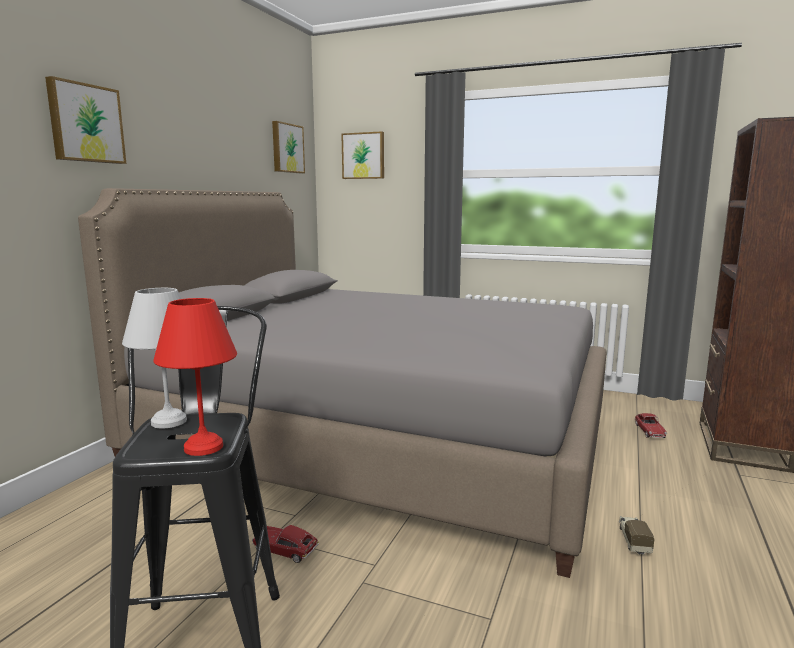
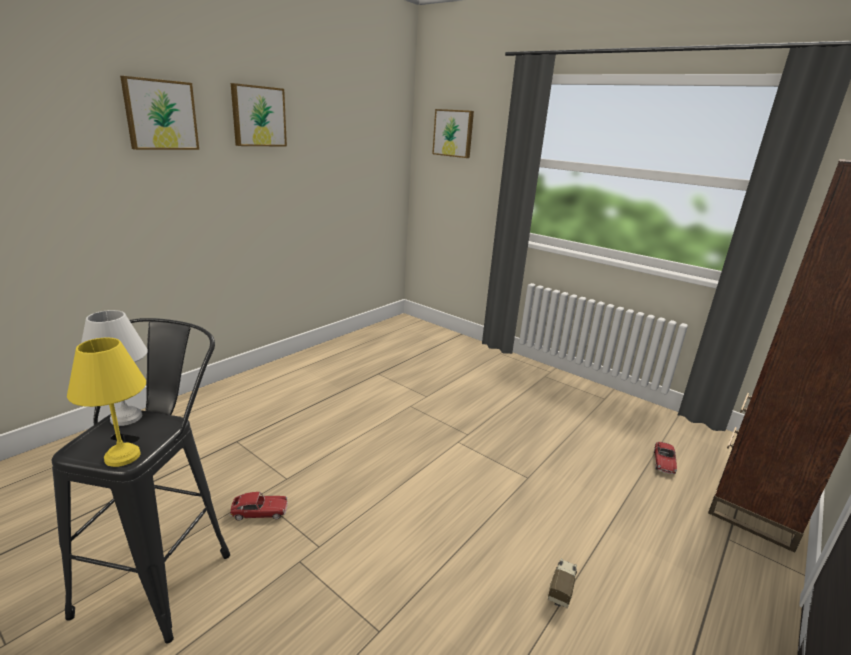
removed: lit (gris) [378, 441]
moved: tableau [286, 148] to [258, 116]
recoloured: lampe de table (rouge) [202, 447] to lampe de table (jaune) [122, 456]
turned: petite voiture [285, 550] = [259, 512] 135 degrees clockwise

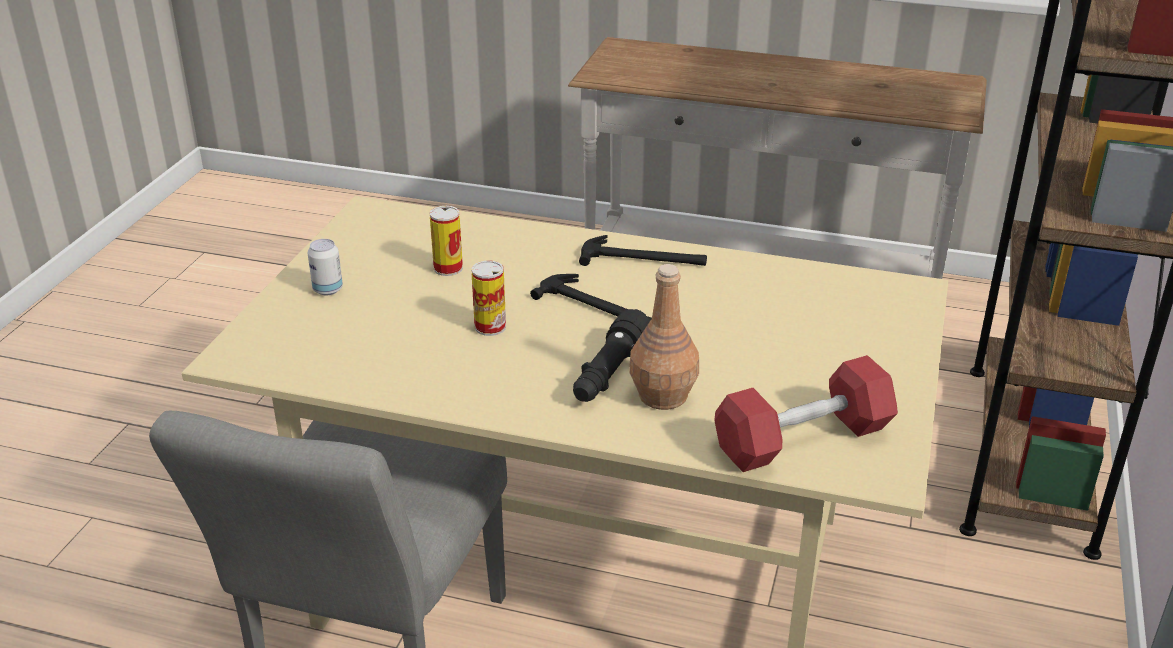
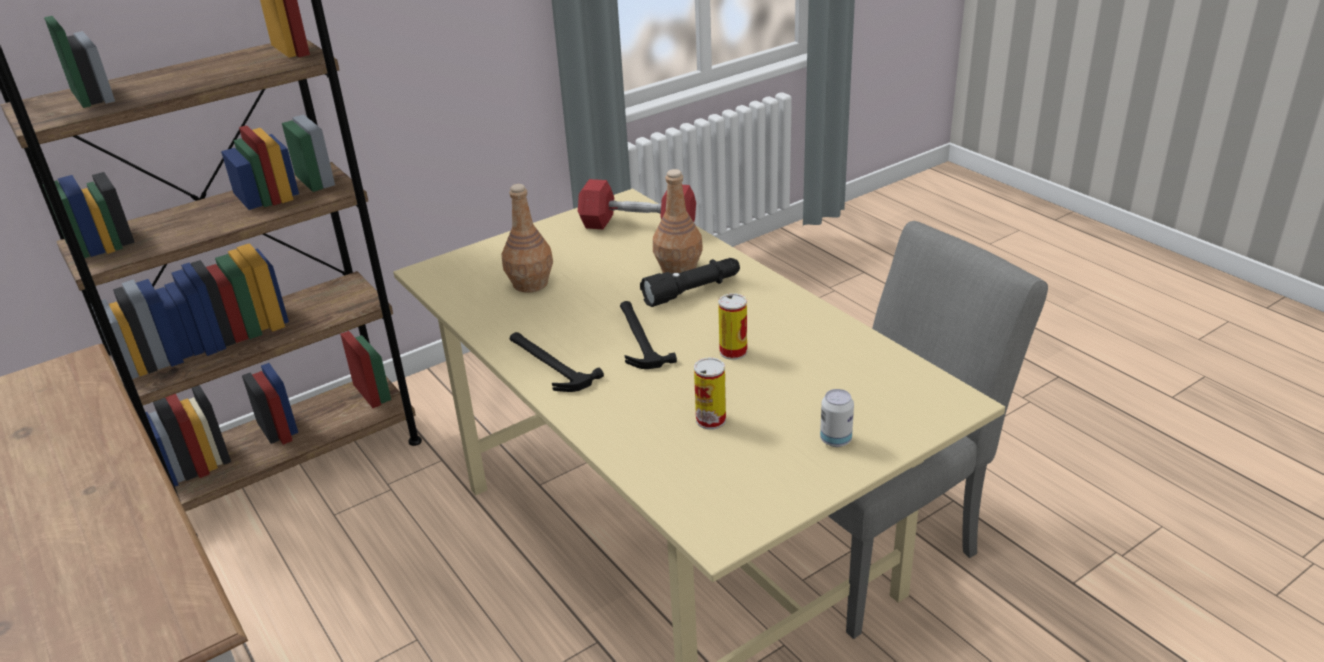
added: bouteille (marron) [531, 283]

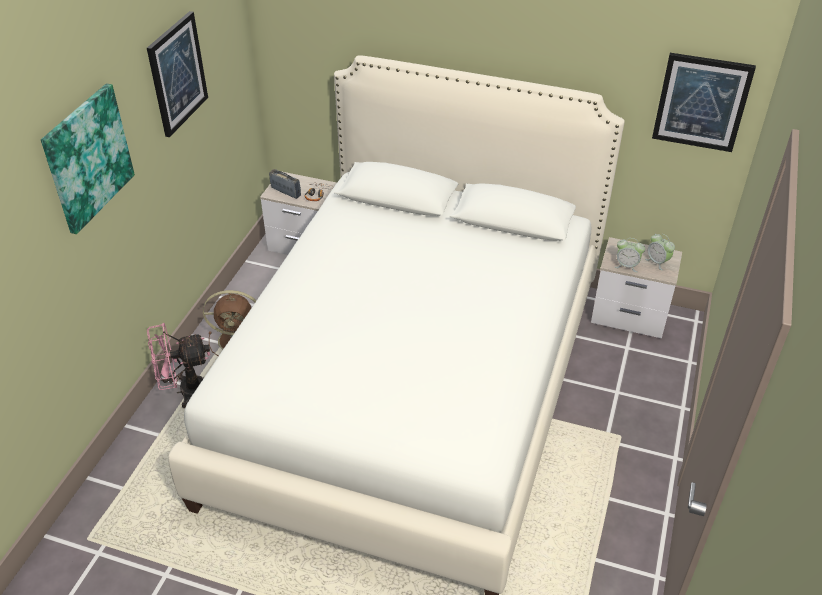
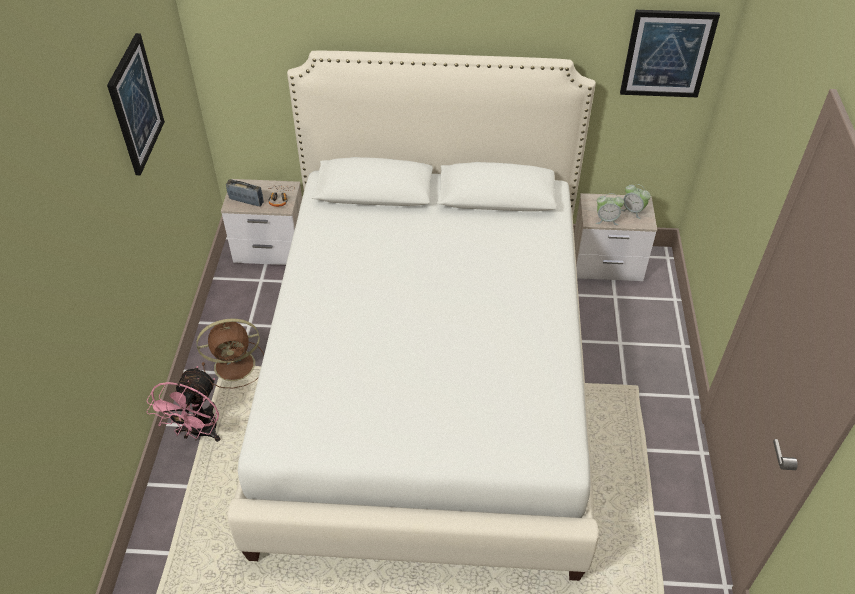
removed: tableau [87, 157]
turned: ventilateur (rose) [185, 391] = [199, 433] 45 degrees counterclockwise

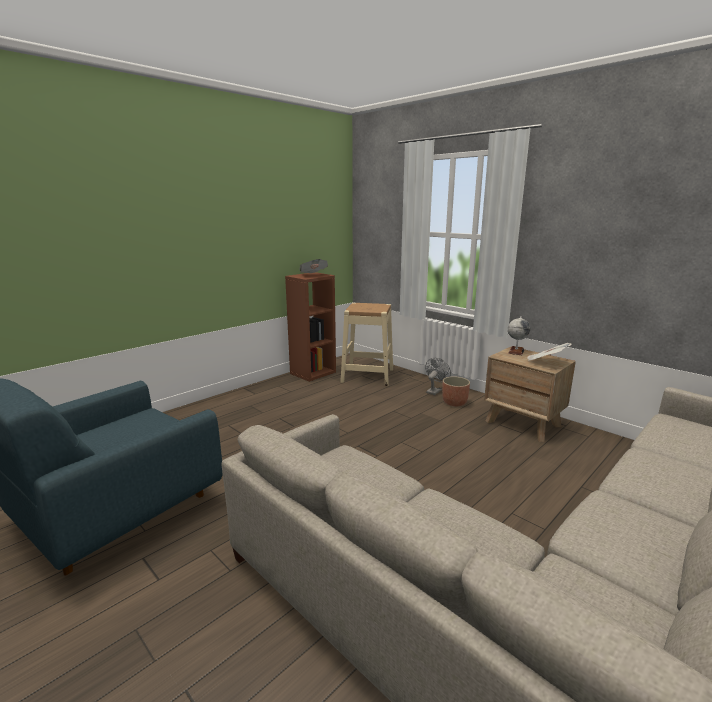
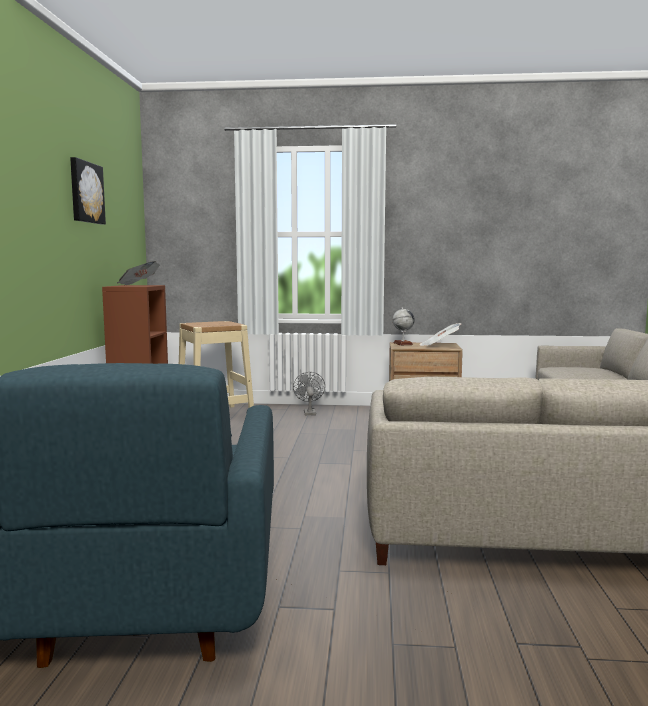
removed: cache-pot [454, 402]
added: tableau [85, 192]

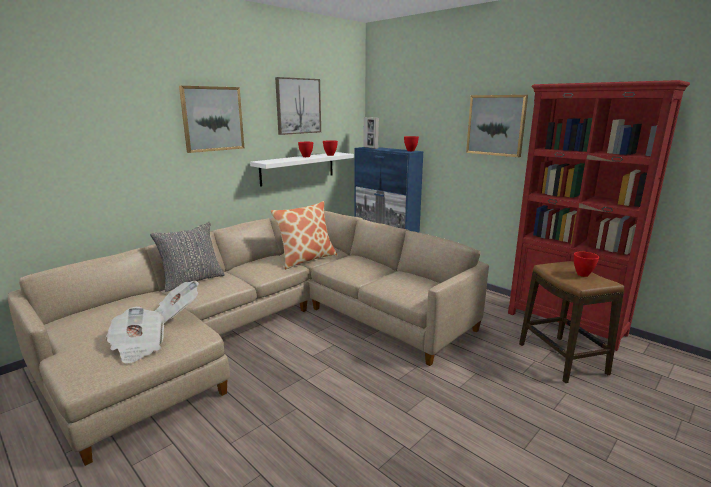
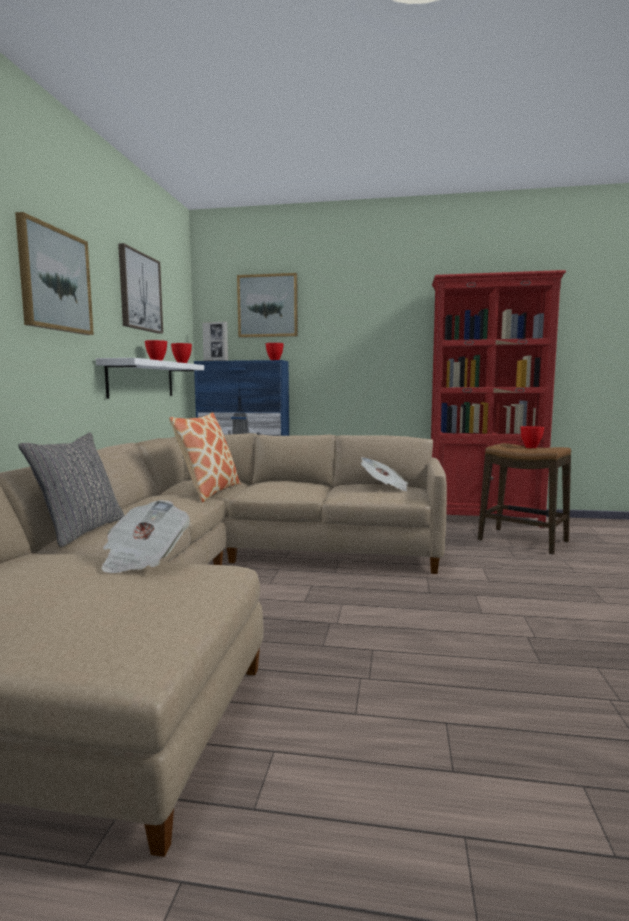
moved: tableau [496, 125] to [268, 306]; journal [138, 347] to [385, 487]

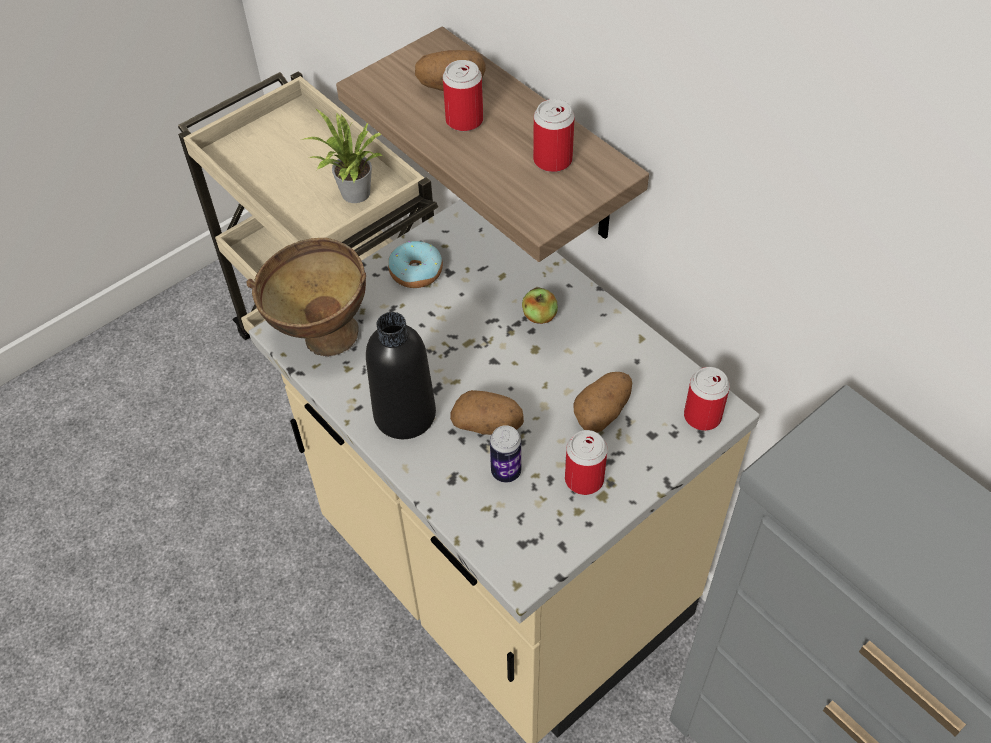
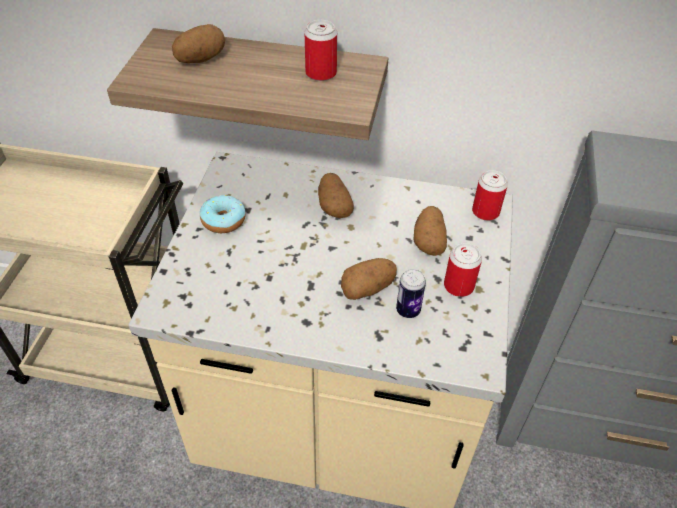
removed: boîte métallique [464, 120]; plante en pot [353, 195]; bol (marron) [319, 336]; bouteille (noir) [405, 414]
replaced: pomme [539, 316] to pomme de terre [334, 206]

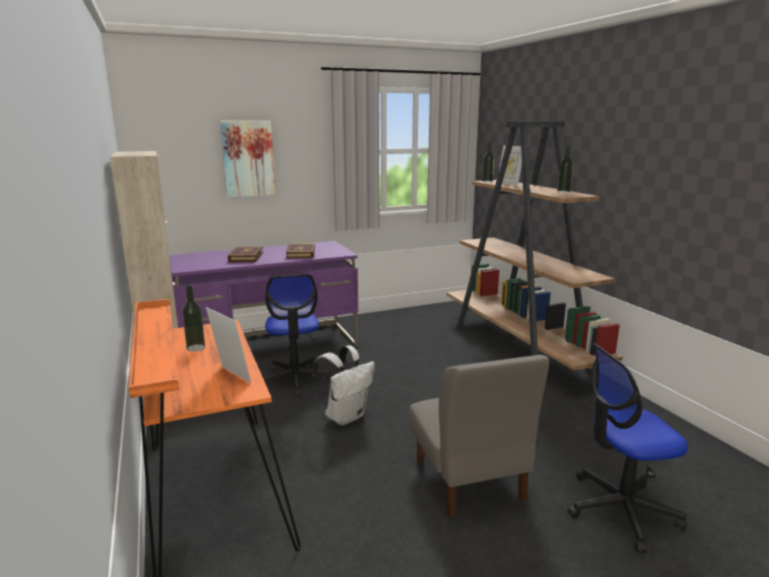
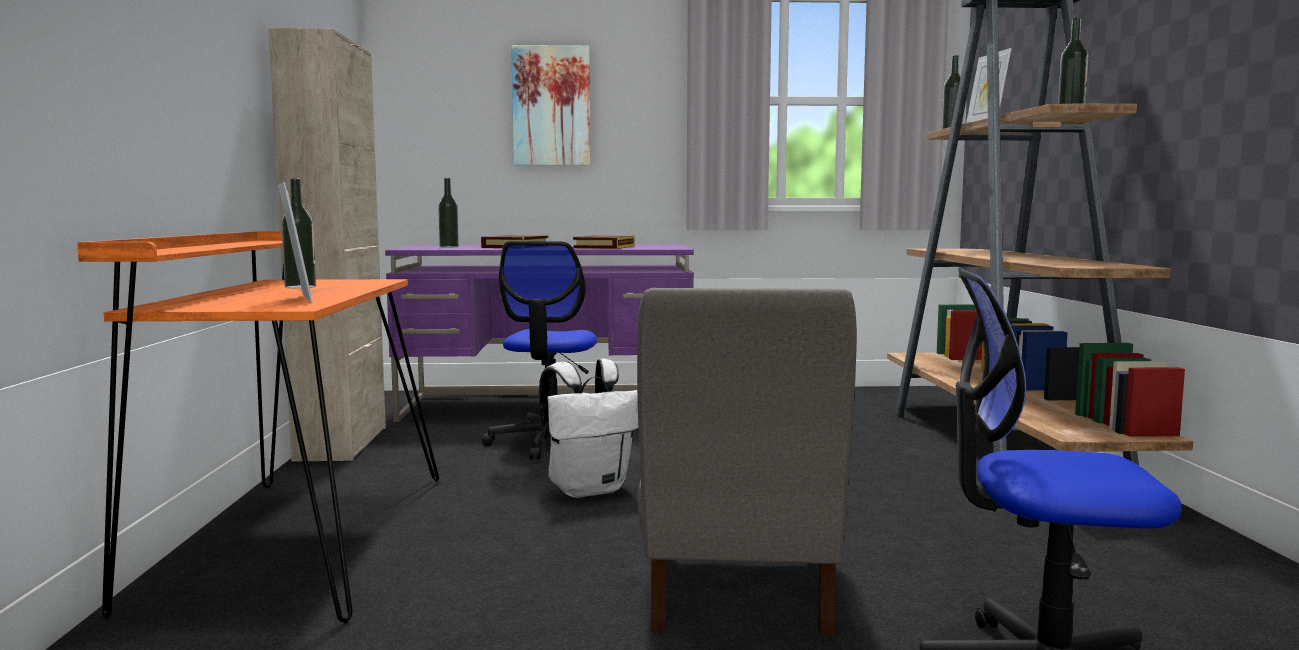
added: bouteille [449, 247]

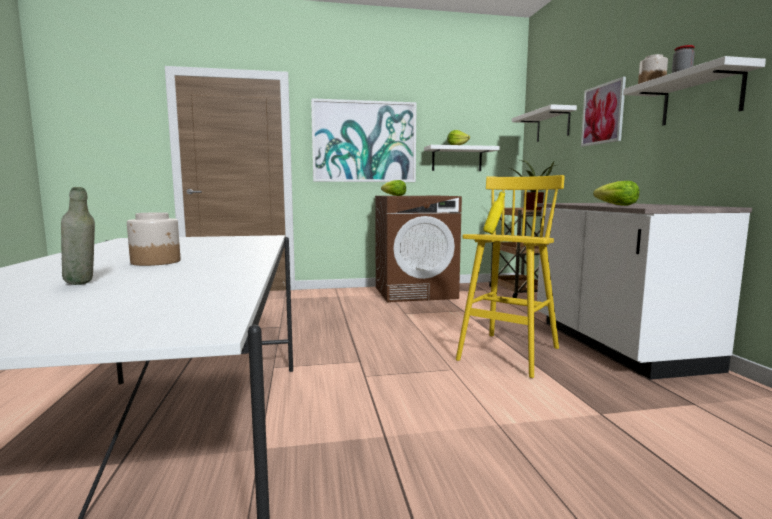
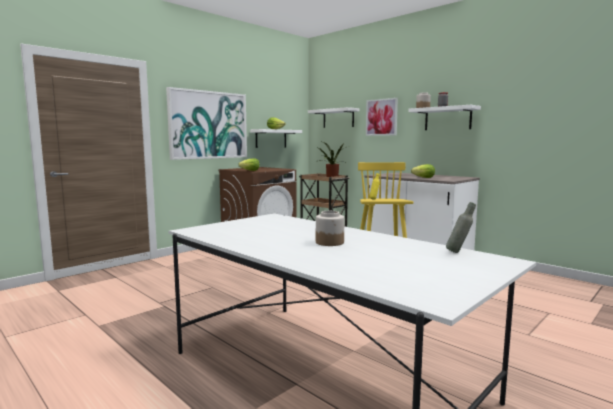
moved: bouteille (gris) [82, 285] to [459, 252]

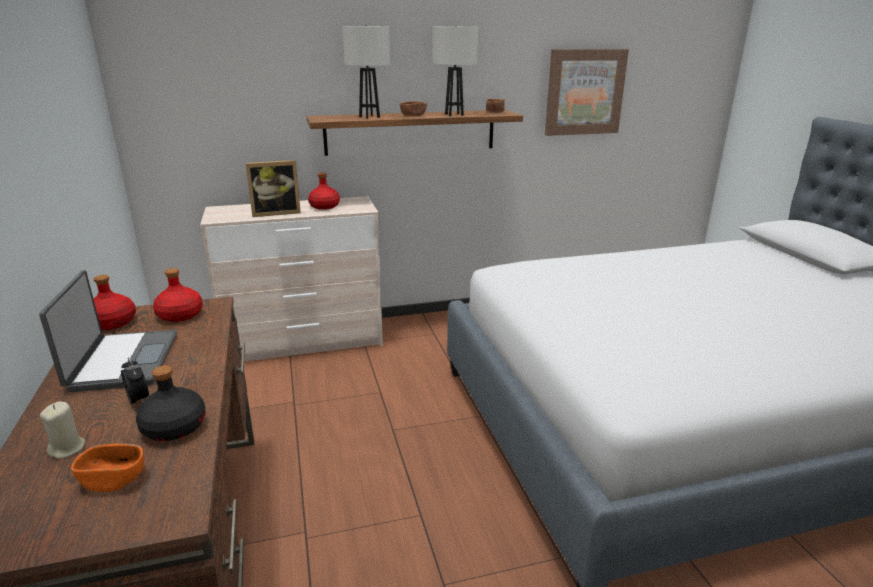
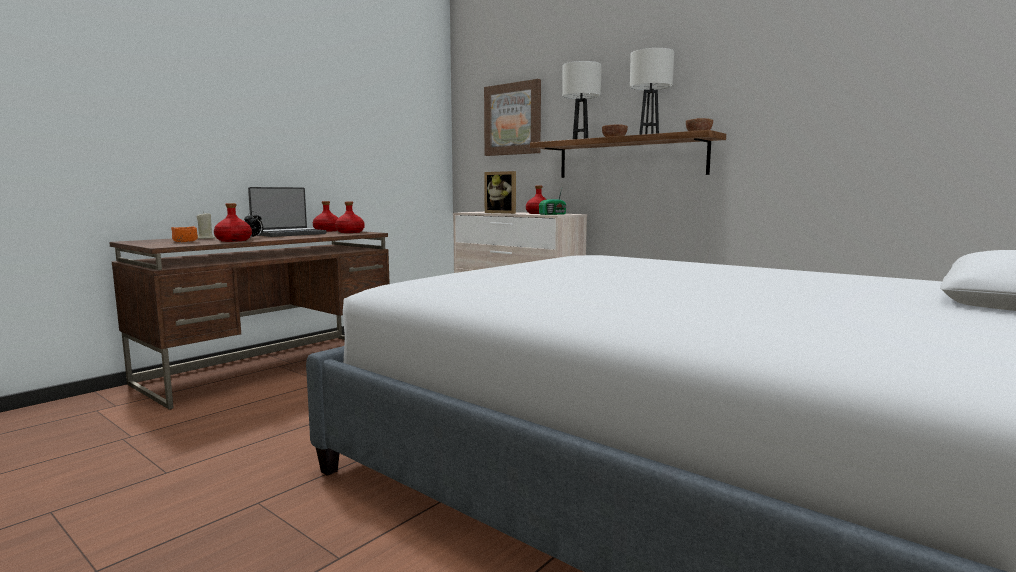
added: radio [553, 214]
moved: tableau [584, 92] to [513, 119]
recoloured: bouteille (noir) [173, 427] to bouteille (rouge) [233, 240]

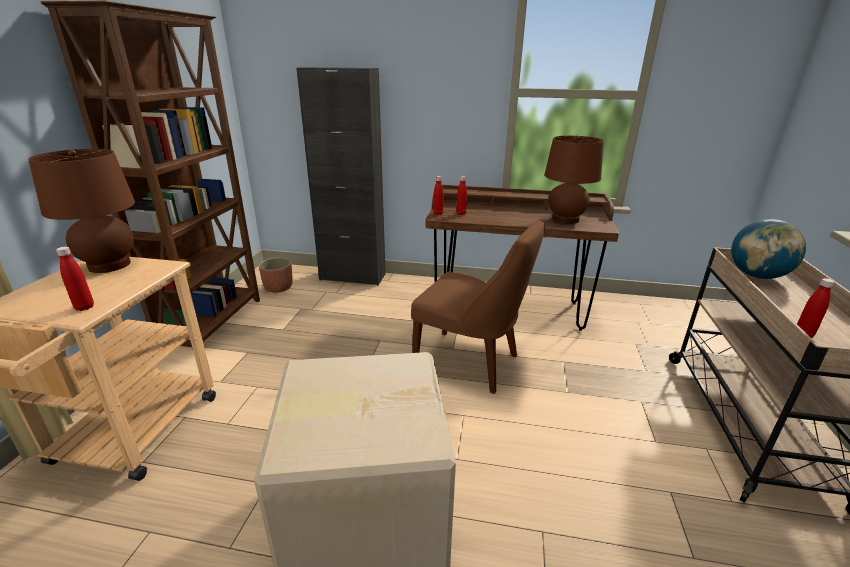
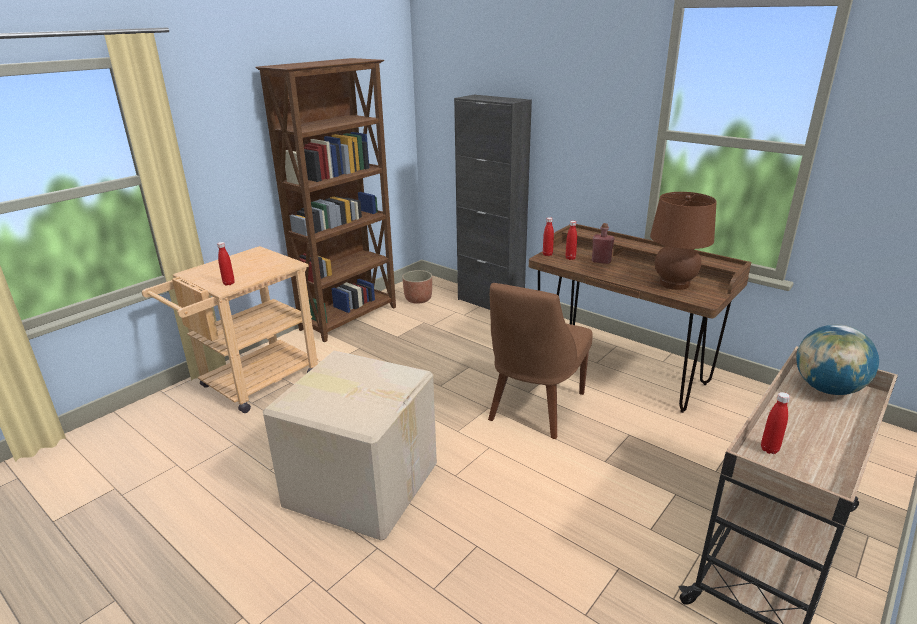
removed: lampe de table (marron) [109, 265]
added: bouteille (rouge) [601, 261]
turned: chaise (marron) [471, 362] = [534, 408] 60 degrees clockwise

